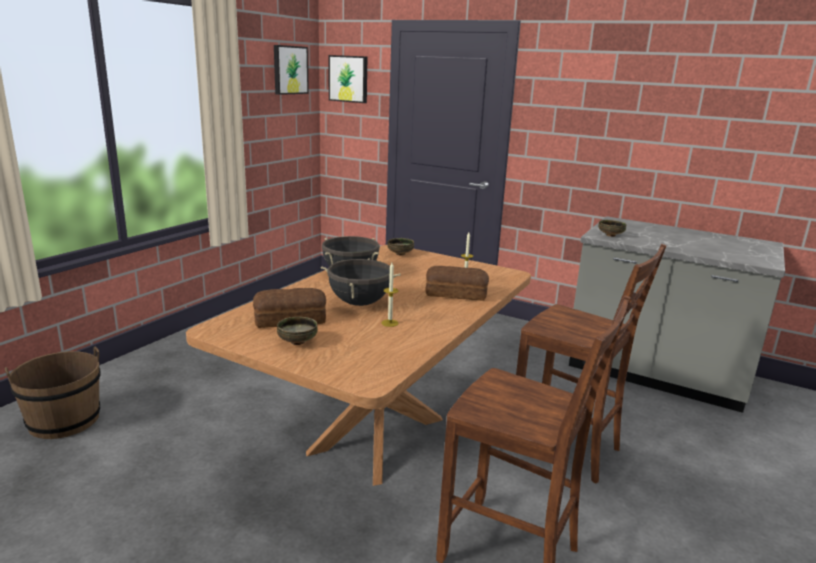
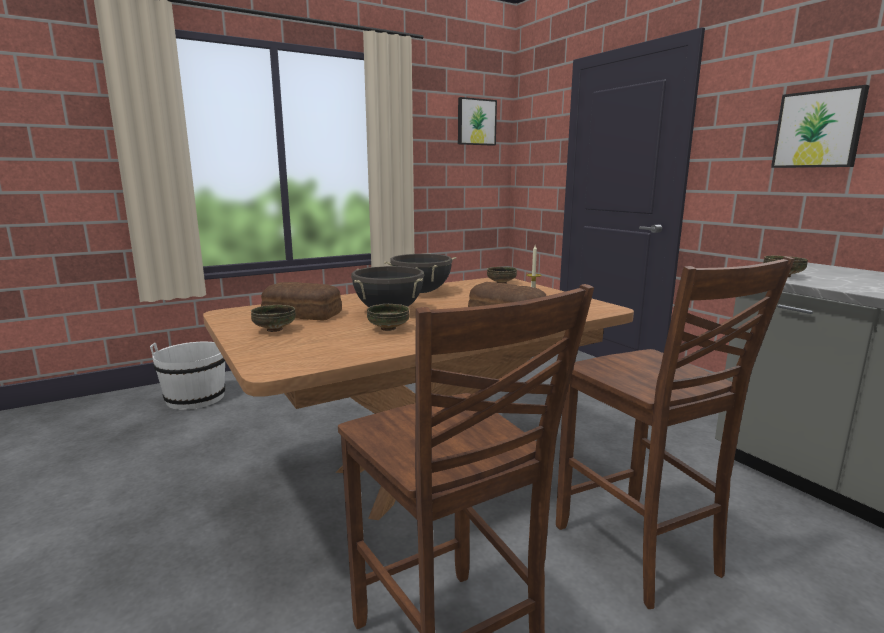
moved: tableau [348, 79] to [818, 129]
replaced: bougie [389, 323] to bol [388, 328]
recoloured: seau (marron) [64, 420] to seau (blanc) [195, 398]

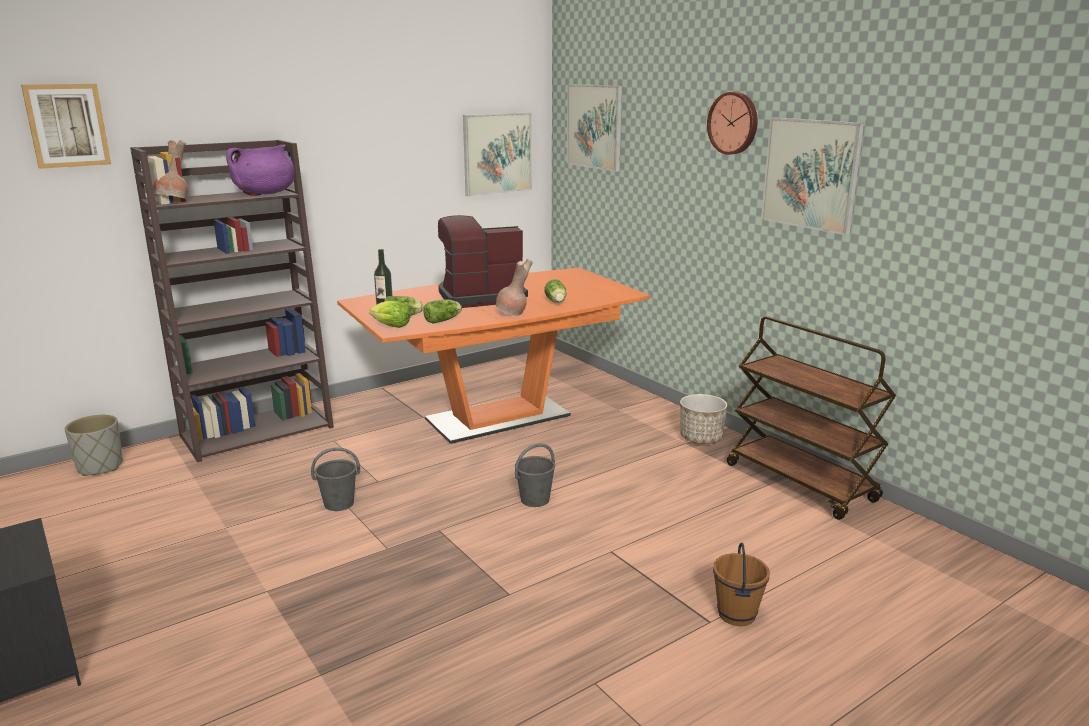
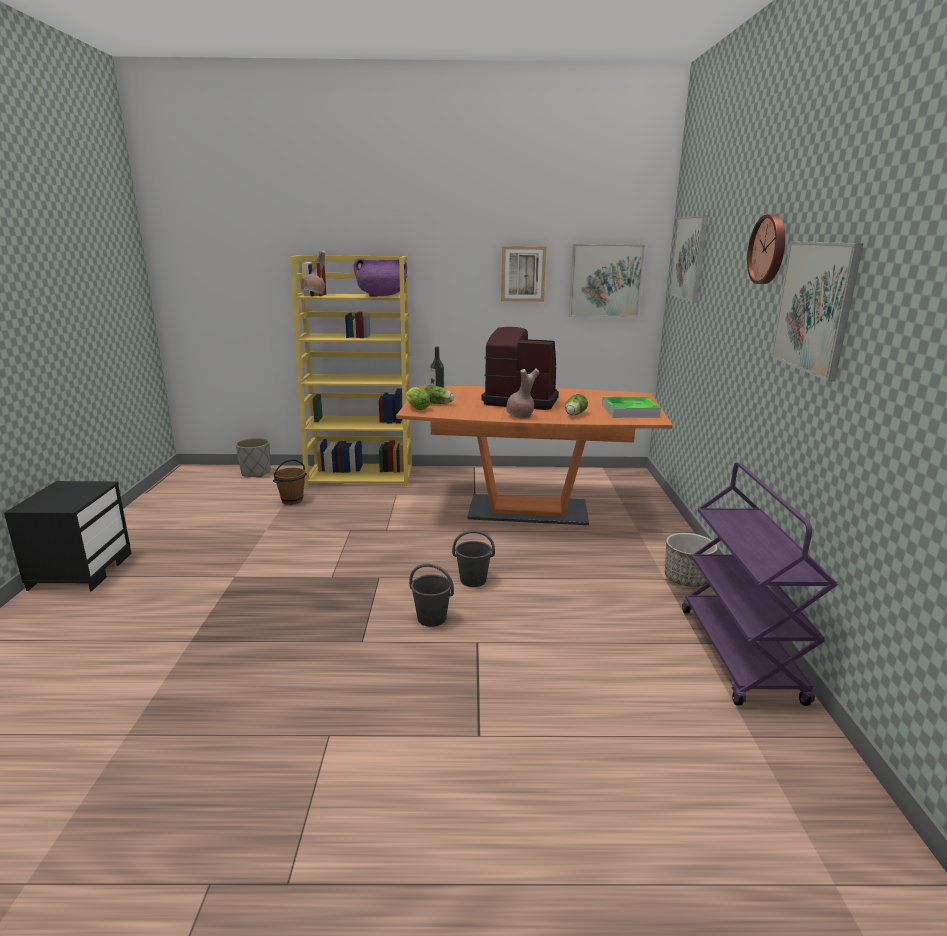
removed: laitue [444, 320]
added: plateau [630, 411]
moved: tableau [67, 125] to [523, 274]; seau (gris) [339, 503] to [432, 618]; seau (marron) [736, 614] to [292, 500]
recoloured: bibliothèque (marron) [258, 431] to bibliothèque (jaune) [361, 475]; chariot (marron) [801, 483] to chariot (violet) [740, 655]

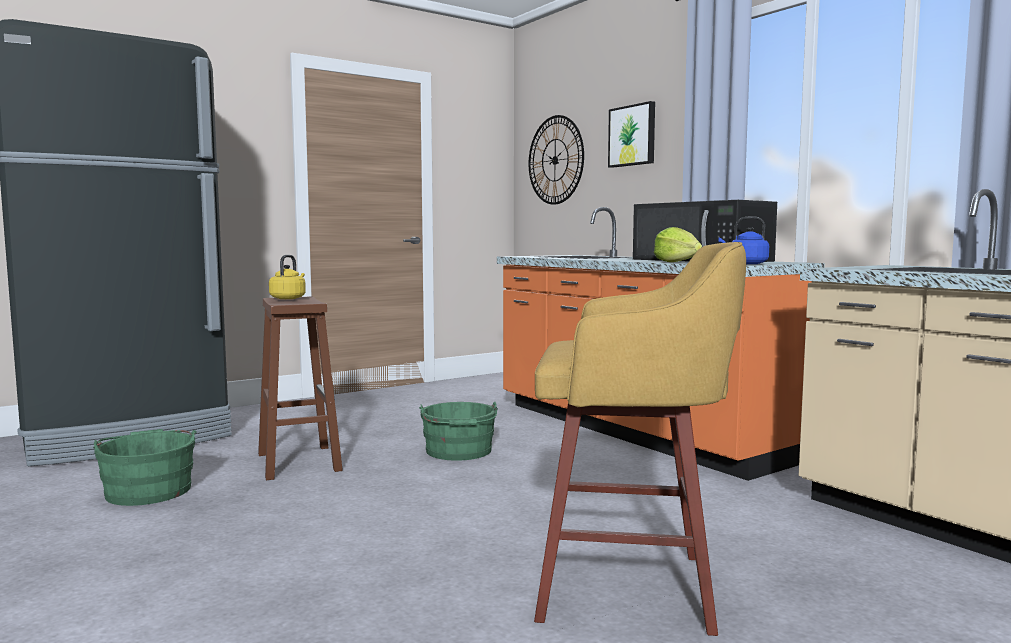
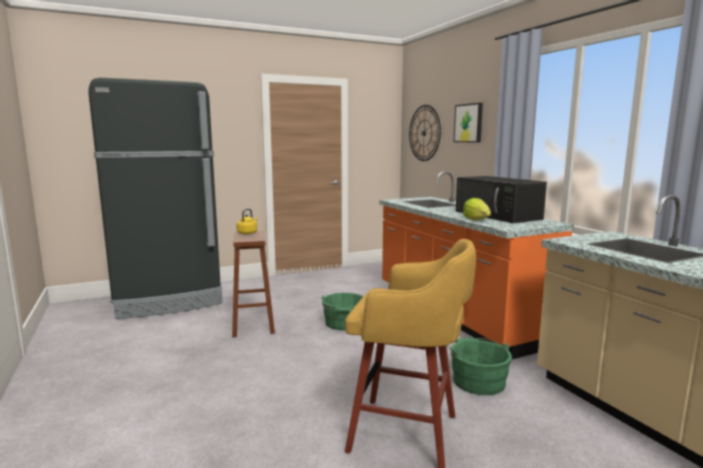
removed: bouilloire (bleu) [746, 263]
moved: seau (vert) [148, 490] to [477, 380]

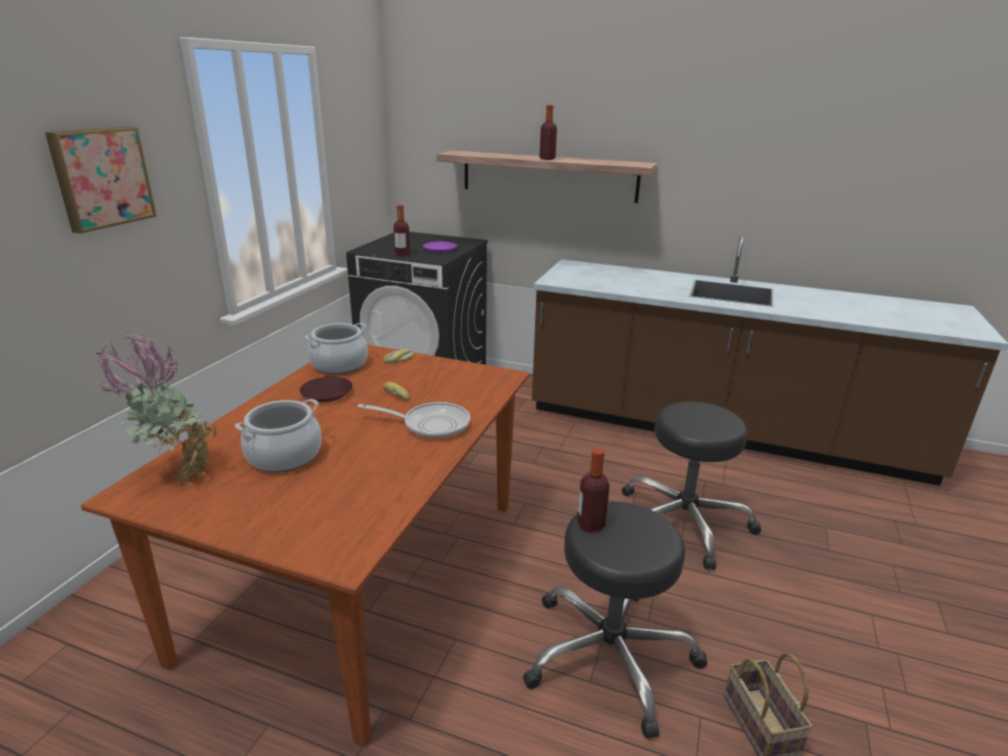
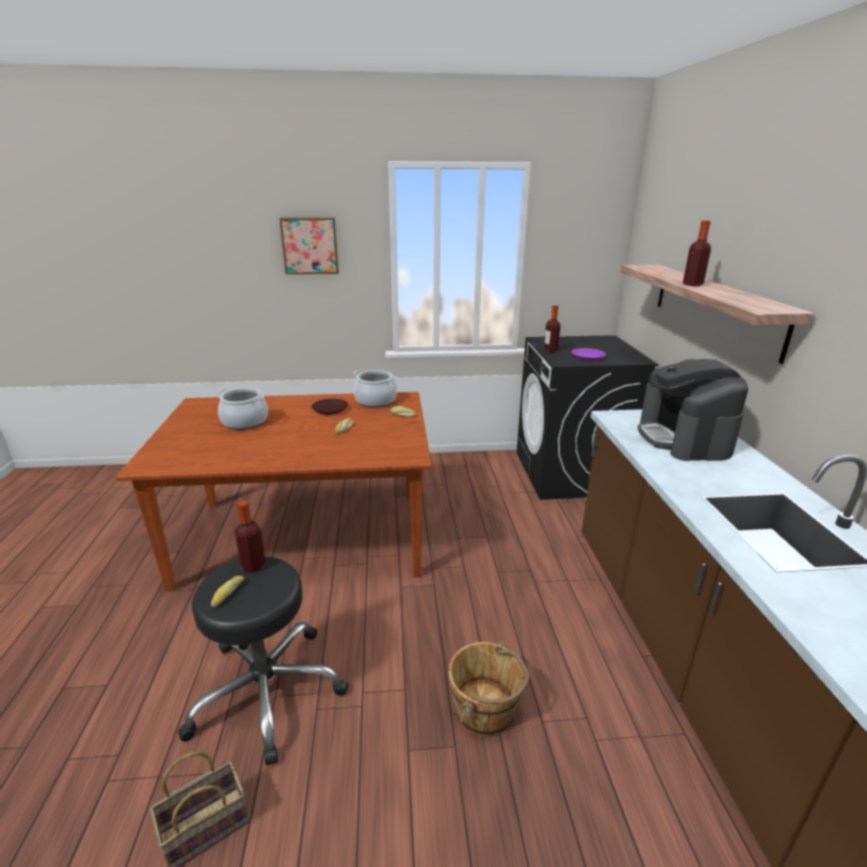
removed: plante en pot [176, 474]; poêle [430, 425]
added: machine à café [683, 438]; pain [227, 593]
replaced: tabouret (noir) [683, 521] to seau (marron) [485, 710]

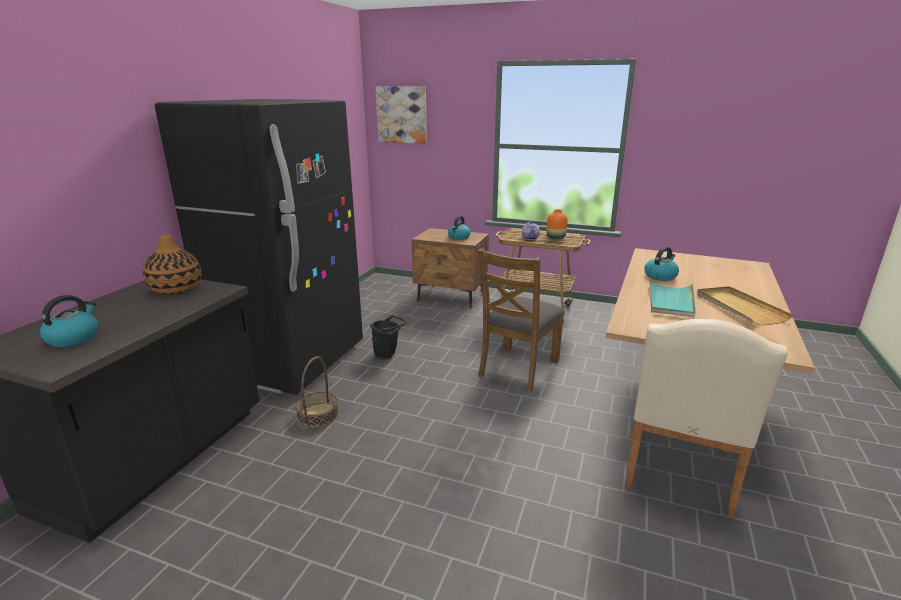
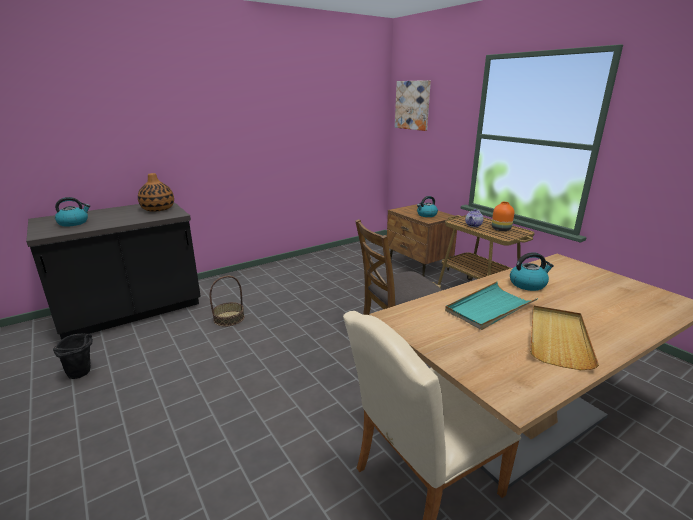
removed: réfrigérateur (noir) [292, 361]
moved: seau (noir) [388, 355] to [82, 374]

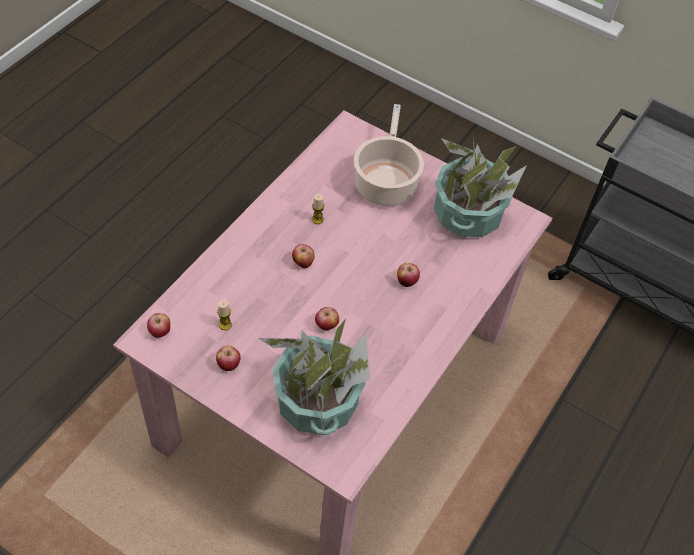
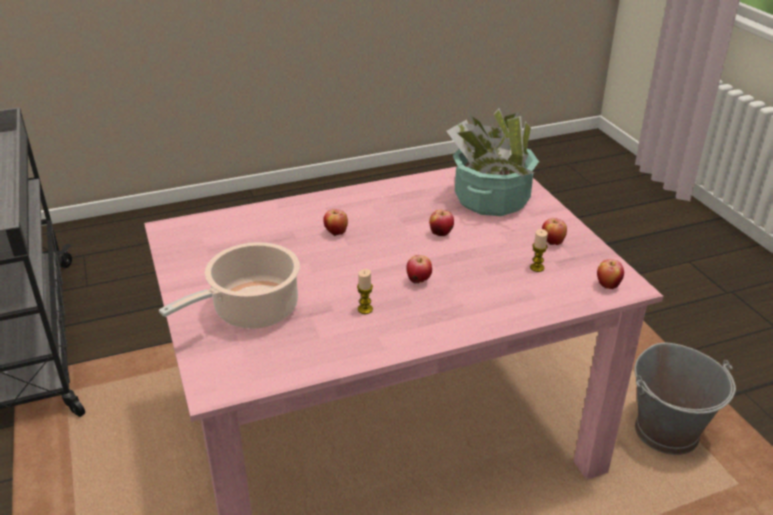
removed: plante en pot [467, 214]
added: seau (gris) [667, 432]

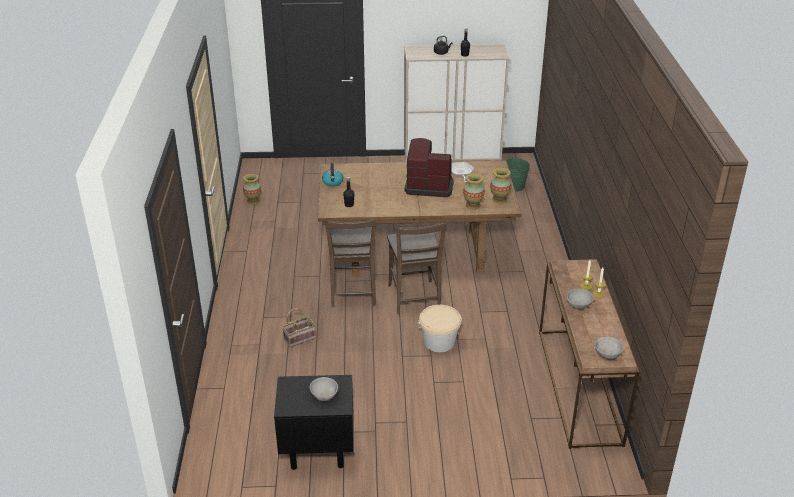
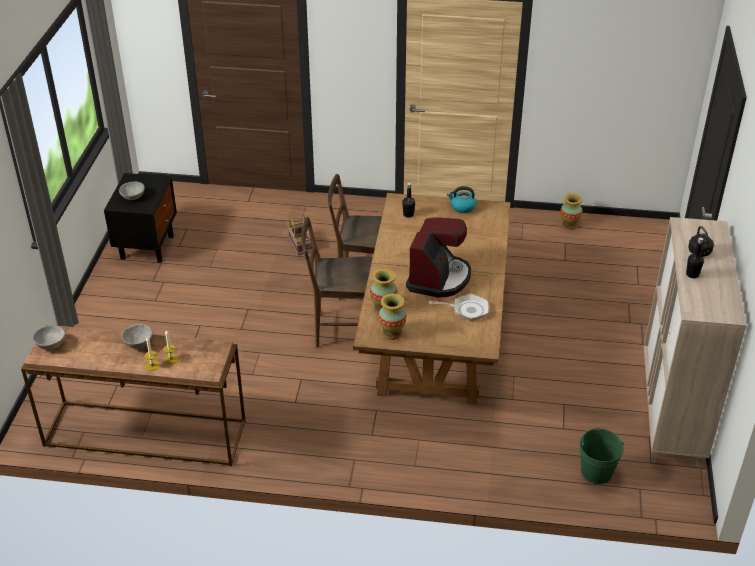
removed: seau (beige) [439, 342]

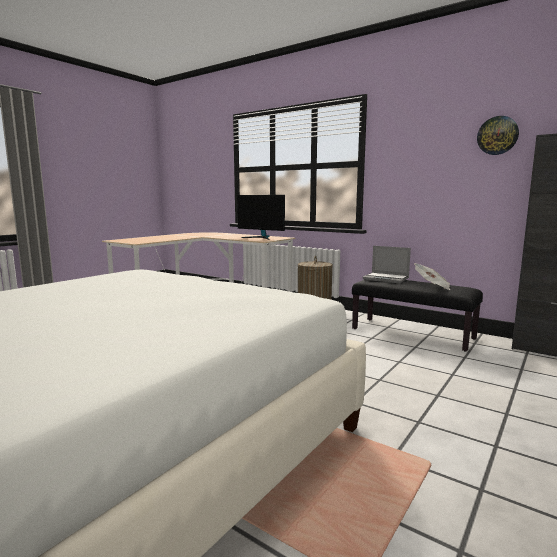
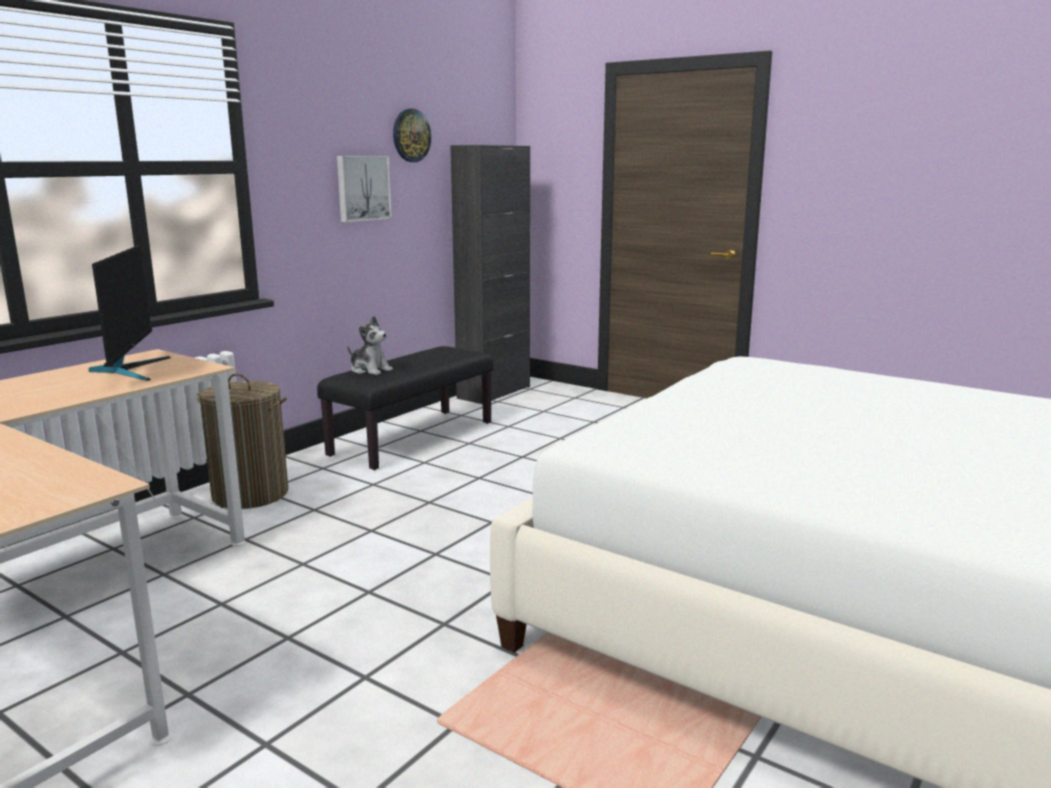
removed: journal [432, 286]
added: tableau [362, 188]
replaced: ordinateur portable [386, 279] to peluche [370, 370]
turned: écran d'ordinateur [261, 237] = [130, 369] 45 degrees counterclockwise

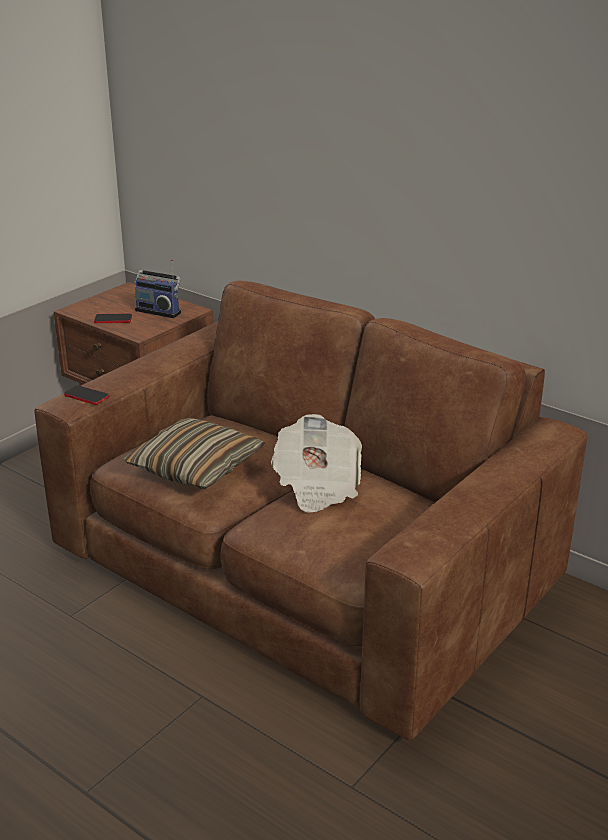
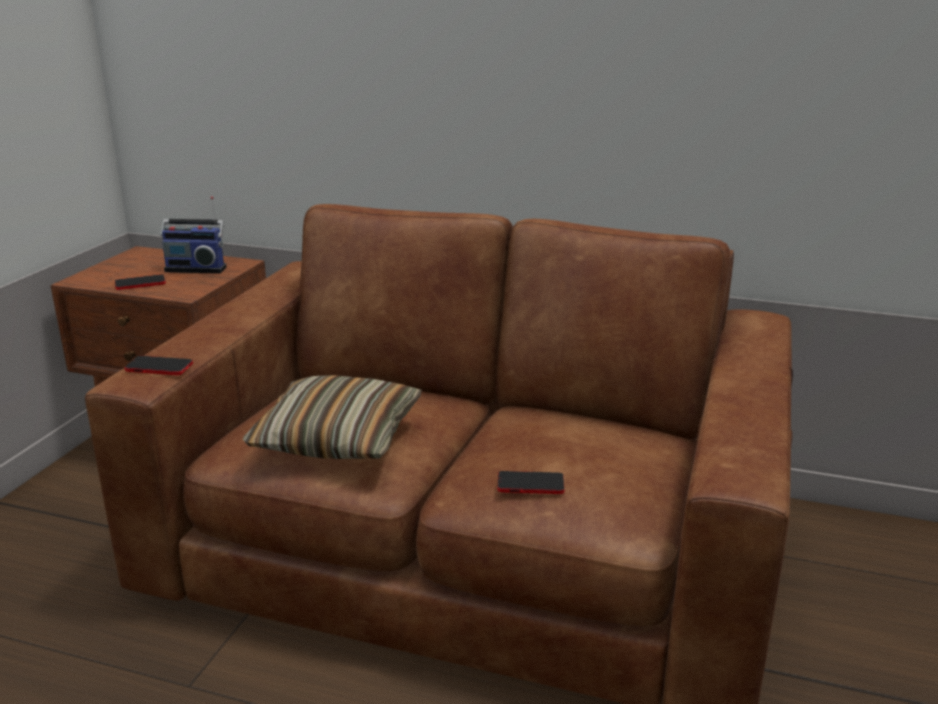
removed: journal [317, 485]
added: téléphone [530, 484]

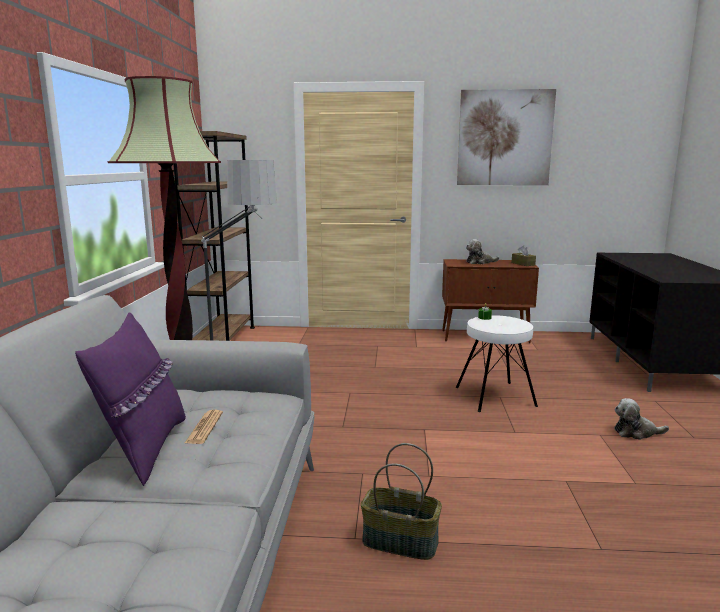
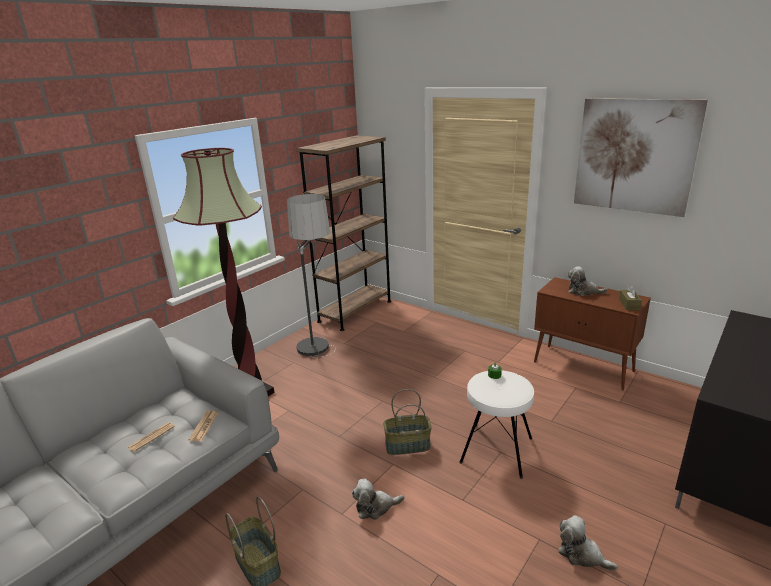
removed: coussin (violet) [144, 449]
added: panier [407, 446]; journal [204, 426]; peluche [375, 507]

